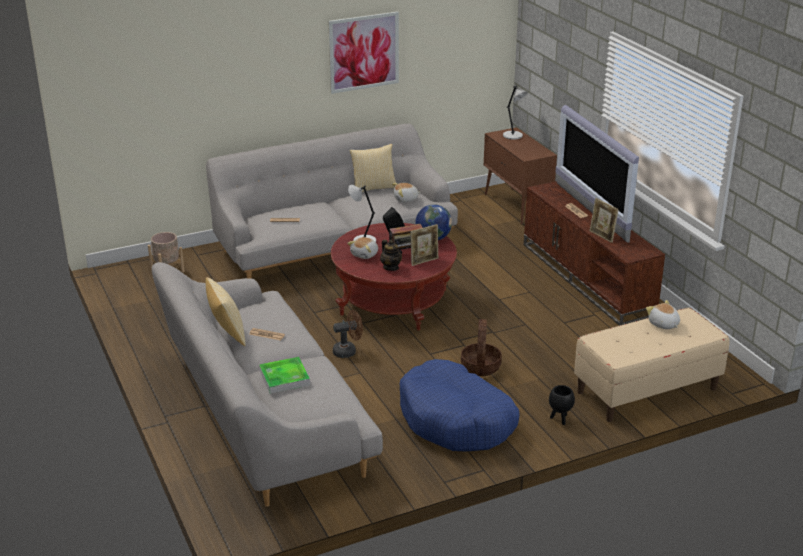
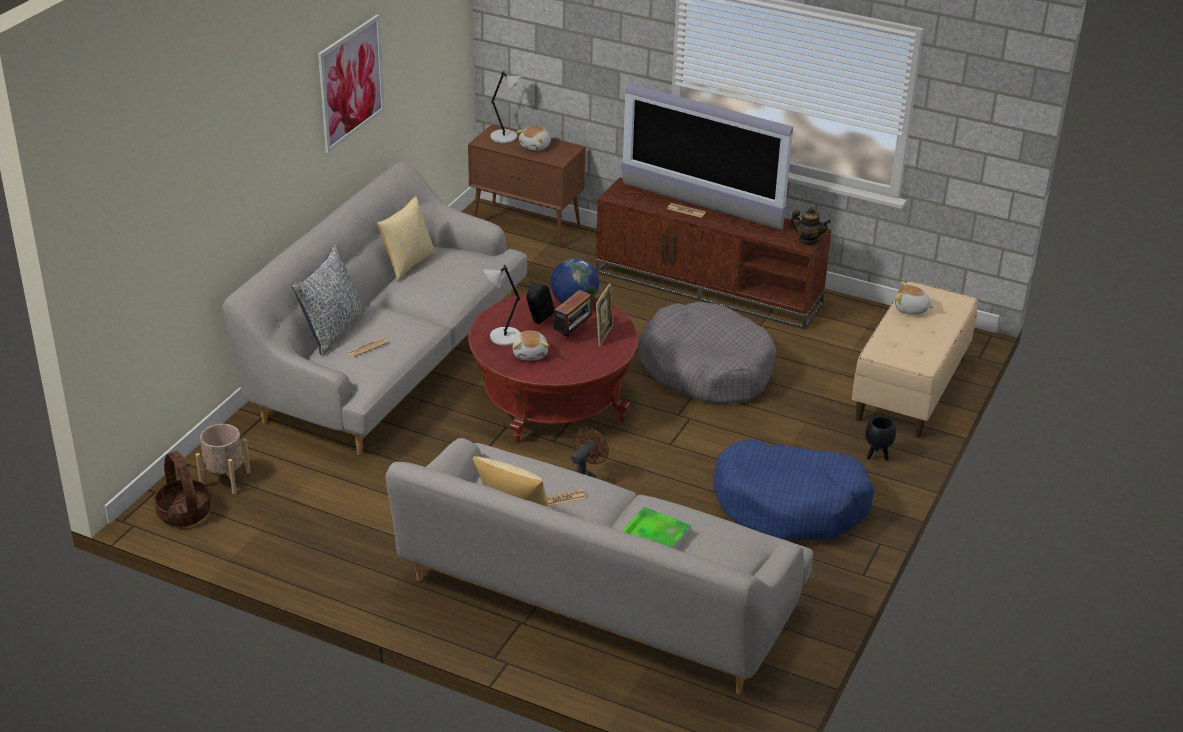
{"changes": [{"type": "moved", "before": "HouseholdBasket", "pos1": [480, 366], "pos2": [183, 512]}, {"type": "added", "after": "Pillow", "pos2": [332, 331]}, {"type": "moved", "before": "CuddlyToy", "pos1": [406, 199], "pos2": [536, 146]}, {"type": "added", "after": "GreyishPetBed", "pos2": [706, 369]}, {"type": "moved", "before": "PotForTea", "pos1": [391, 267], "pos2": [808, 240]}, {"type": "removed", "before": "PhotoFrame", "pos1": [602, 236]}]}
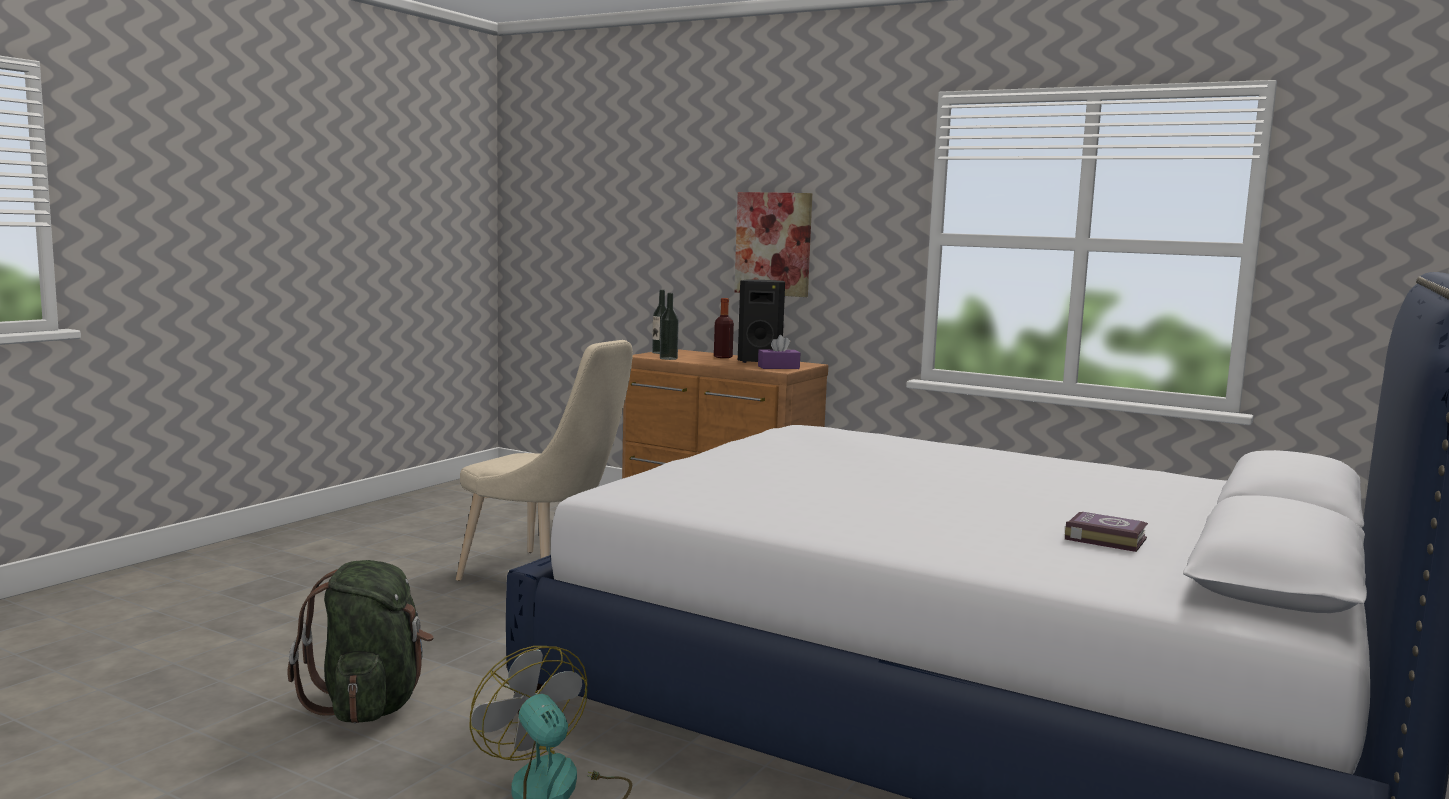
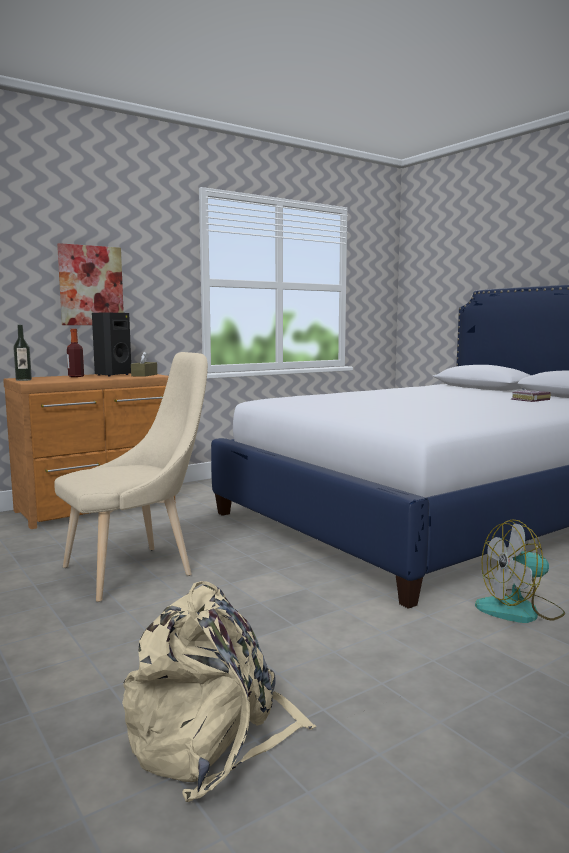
{"changes": [{"type": "added", "after": "BeigeColouredBackpack", "pos2": [213, 739]}, {"type": "recoloured", "before": "PurpleColouredTissueBox", "after": "BrownColouredTissueBox", "pos1": [778, 367], "pos2": [144, 375]}, {"type": "removed", "before": "GreenishBackpack", "pos1": [370, 705]}, {"type": "removed", "before": "DrinkBottle", "pos1": [668, 358]}]}
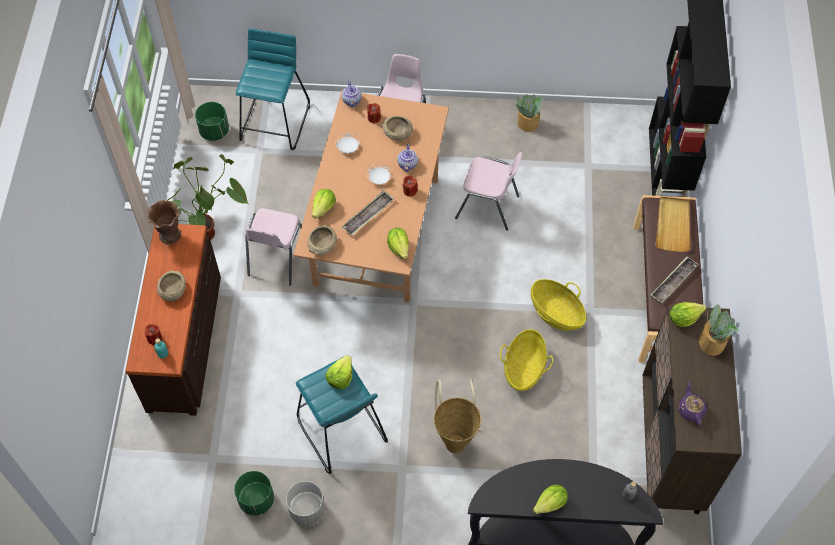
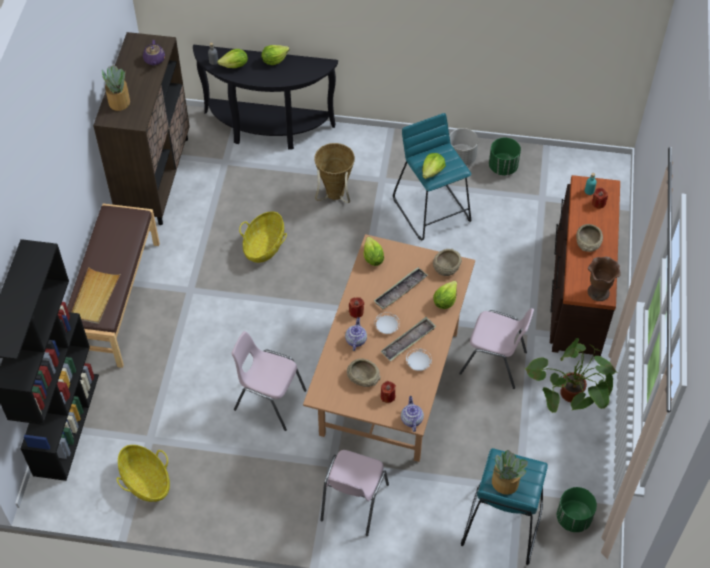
{"changes": [{"type": "moved", "before": "HouseholdBasket", "pos1": [556, 313], "pos2": [146, 481]}, {"type": "moved", "before": "LettuceHead", "pos1": [683, 318], "pos2": [235, 66]}, {"type": "moved", "before": "CarryingTray", "pos1": [673, 282], "pos2": [408, 341]}, {"type": "turned", "before": "PinkColouredUprightChair", "pos1": [276, 258], "pos2": [494, 363], "turn": 90}, {"type": "moved", "before": "PlantInAPot", "pos1": [527, 123], "pos2": [505, 483]}]}
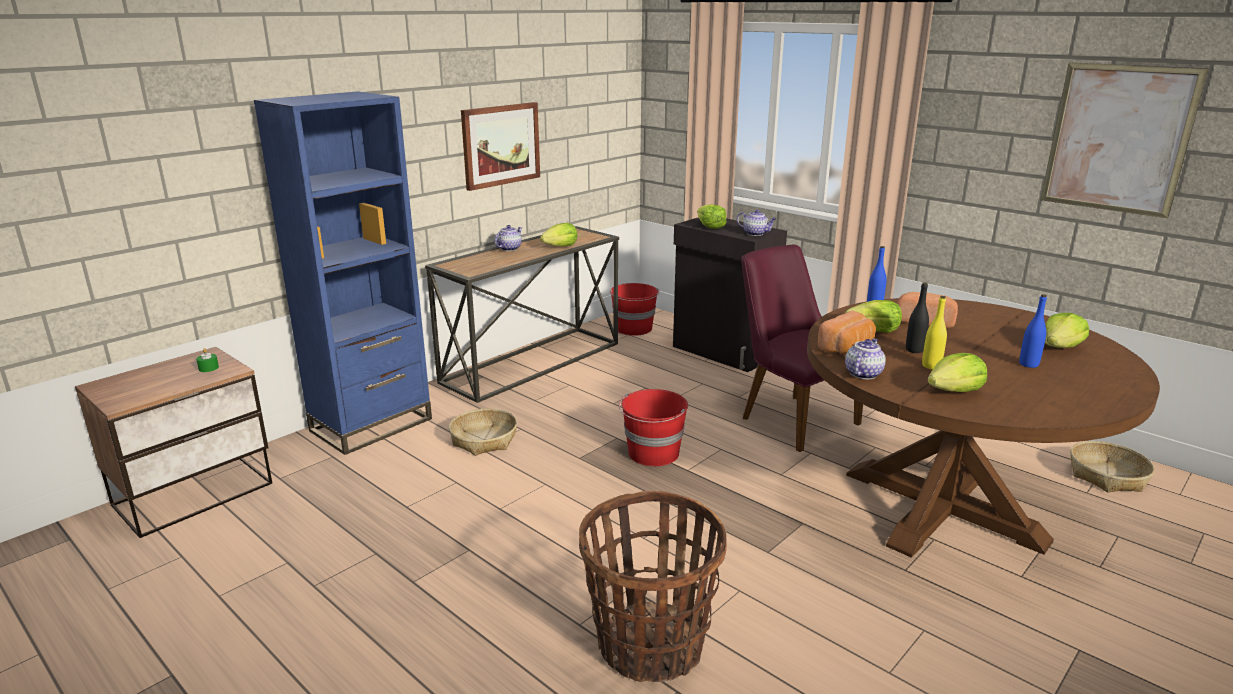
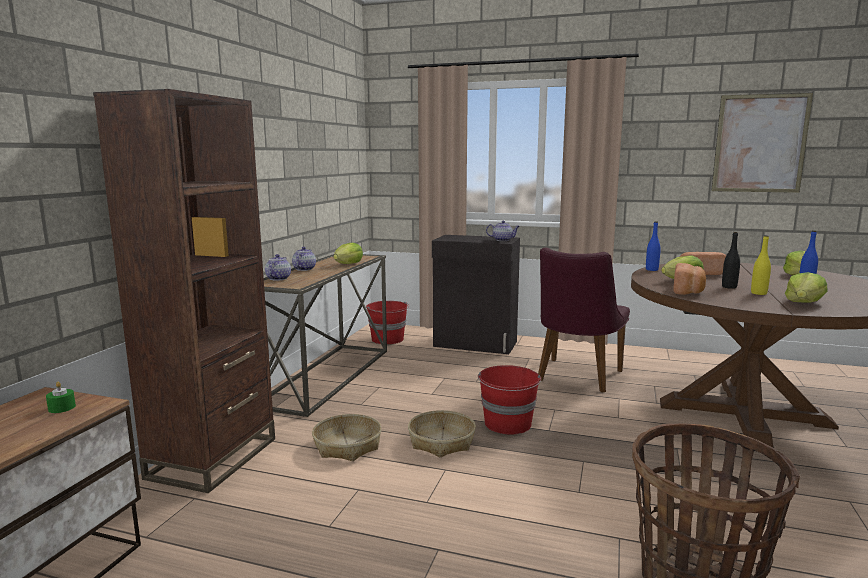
{"changes": [{"type": "recoloured", "before": "BlueBookshelf", "after": "BrownColouredBookshelf", "pos1": [371, 425], "pos2": [213, 458]}, {"type": "moved", "before": "PotForTea", "pos1": [863, 373], "pos2": [278, 278]}, {"type": "moved", "before": "HouseholdBasket", "pos1": [1107, 476], "pos2": [442, 442]}, {"type": "turned", "before": "PurpleColouredUprightChair", "pos1": [791, 417], "pos2": [575, 378], "turn": -90}, {"type": "removed", "before": "Picture", "pos1": [500, 145]}, {"type": "removed", "before": "LettuceHead", "pos1": [710, 226]}]}
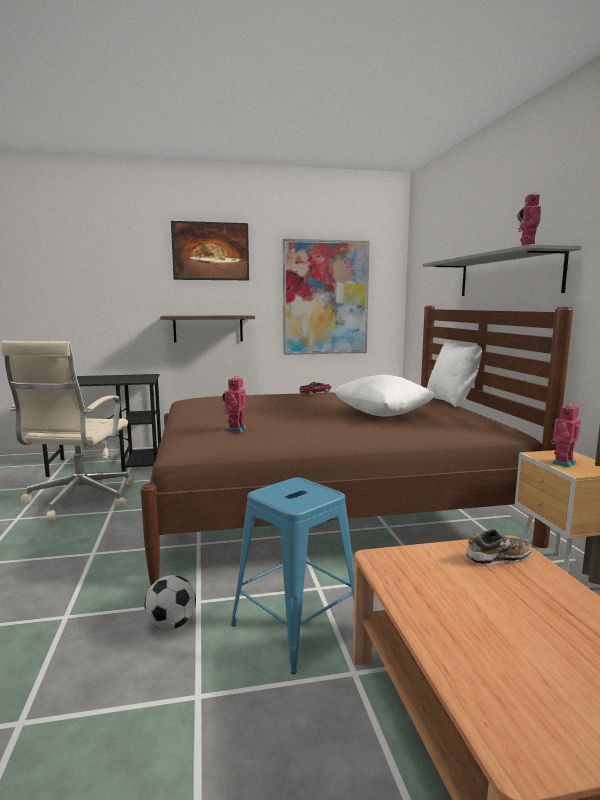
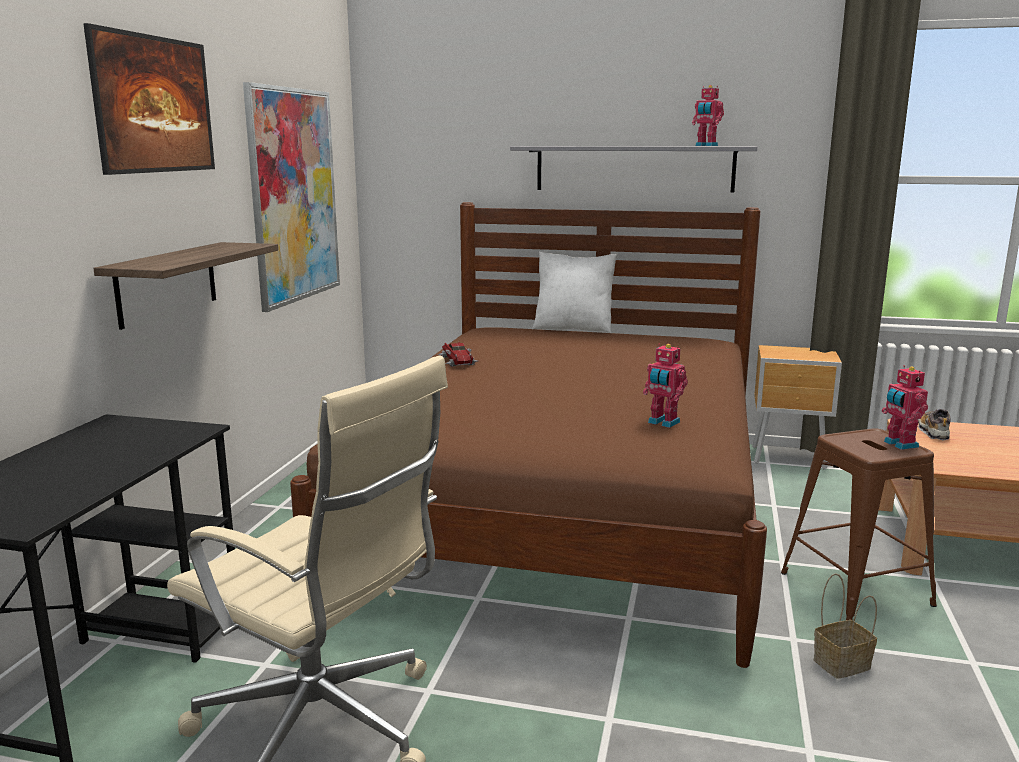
{"changes": [{"type": "recoloured", "before": "BlueStool", "after": "BrownColouredStool", "pos1": [296, 625], "pos2": [854, 589]}, {"type": "replaced", "before": "BallForFootball", "after": "HouseholdBasket", "pos1": [172, 624], "pos2": [842, 663]}, {"type": "moved", "before": "ToyRobot", "pos1": [562, 463], "pos2": [899, 444]}, {"type": "removed", "before": "WhitishPillow", "pos1": [383, 414]}]}
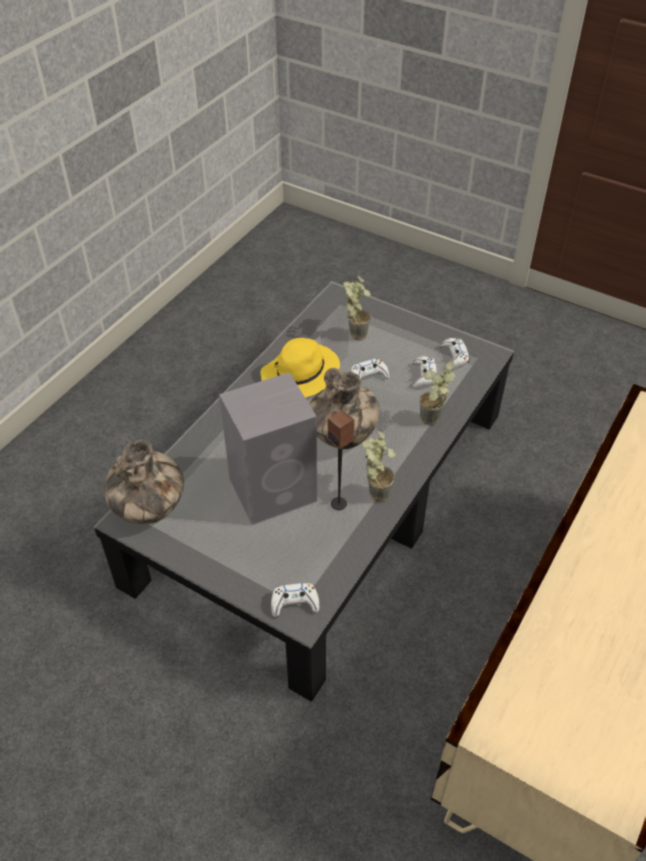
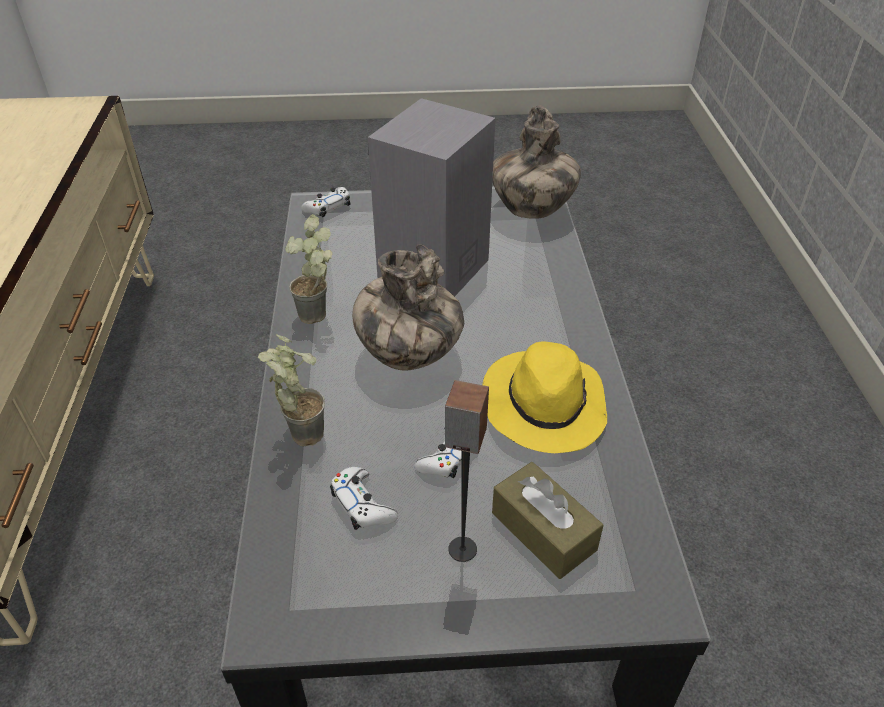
{"changes": [{"type": "moved", "before": "AudioSpeaker", "pos1": [339, 503], "pos2": [462, 550]}, {"type": "replaced", "before": "PlantInAPot", "after": "BrownColouredTissueBox", "pos1": [355, 332], "pos2": [543, 531]}, {"type": "removed", "before": "WhitishJoypad", "pos1": [454, 357]}]}
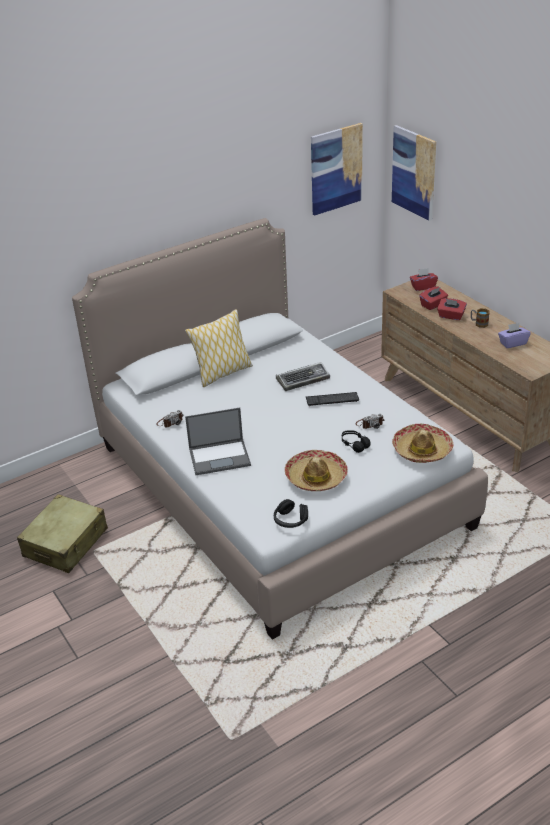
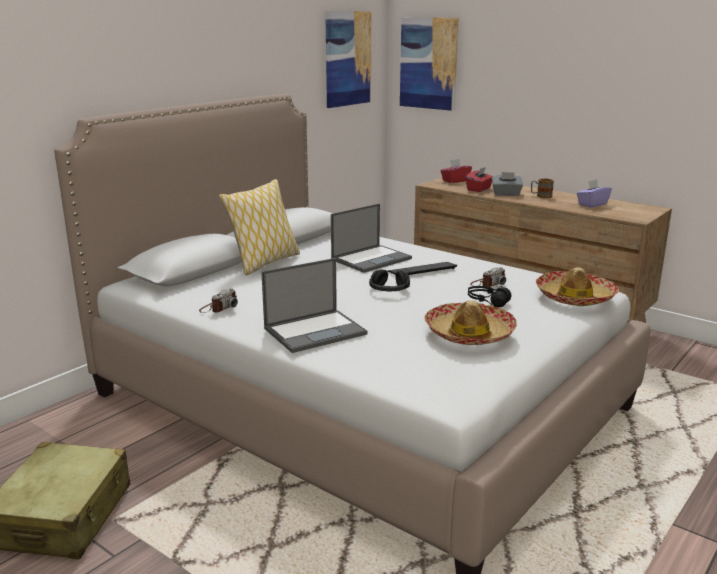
{"changes": [{"type": "replaced", "before": "ComputerKeyboard", "after": "NotebookComputer", "pos1": [303, 379], "pos2": [372, 259]}, {"type": "moved", "before": "BlackishHeadset", "pos1": [290, 520], "pos2": [389, 290]}, {"type": "recoloured", "before": "RedTissueBox", "after": "GreyishTissueBox", "pos1": [451, 316], "pos2": [506, 194]}]}
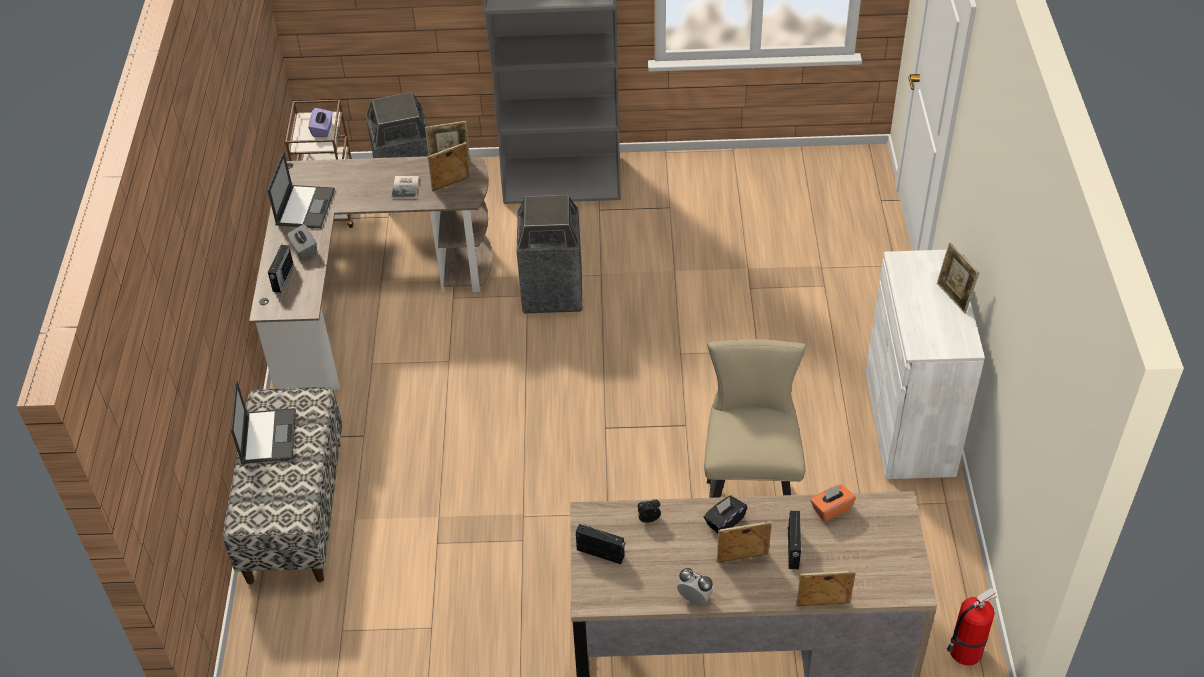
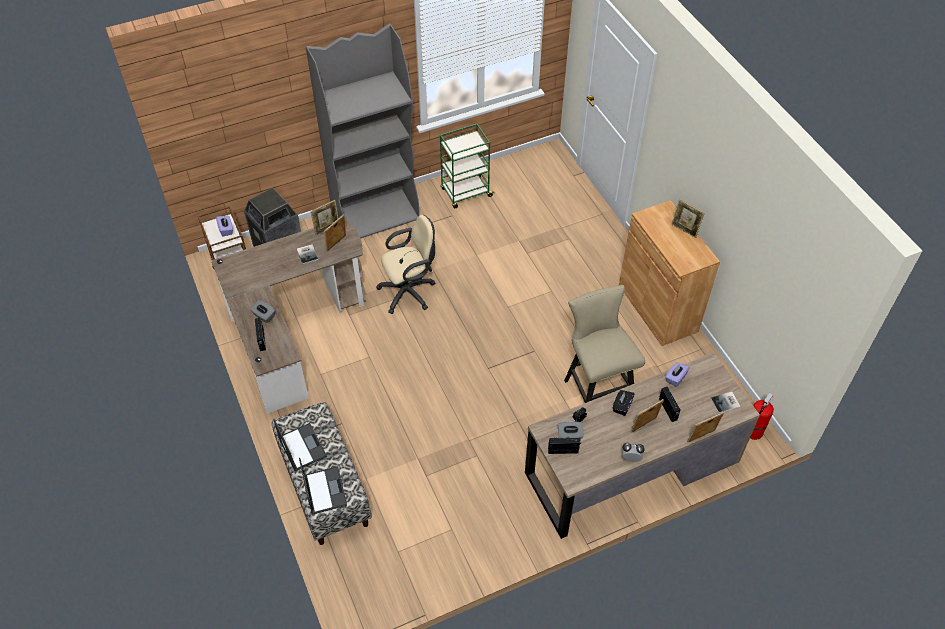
{"changes": [{"type": "moved", "before": "NotebookComputer", "pos1": [305, 206], "pos2": [324, 490]}, {"type": "replaced", "before": "TrashCan", "after": "BeigeColouredOfficeChair", "pos1": [552, 292], "pos2": [410, 292]}, {"type": "added", "after": "GreenishCart", "pos2": [465, 193]}, {"type": "added", "after": "GreyishTissueBox", "pos2": [569, 435]}, {"type": "recoloured", "before": "WhitishStorageCabinet", "after": "BrownColouredStorageCabinet", "pos1": [909, 423], "pos2": [657, 308]}, {"type": "recoloured", "before": "OrangeyTissueBox", "after": "PurpleColouredTissueBox", "pos1": [831, 509], "pos2": [675, 378]}, {"type": "added", "after": "Volume", "pos2": [726, 403]}]}
